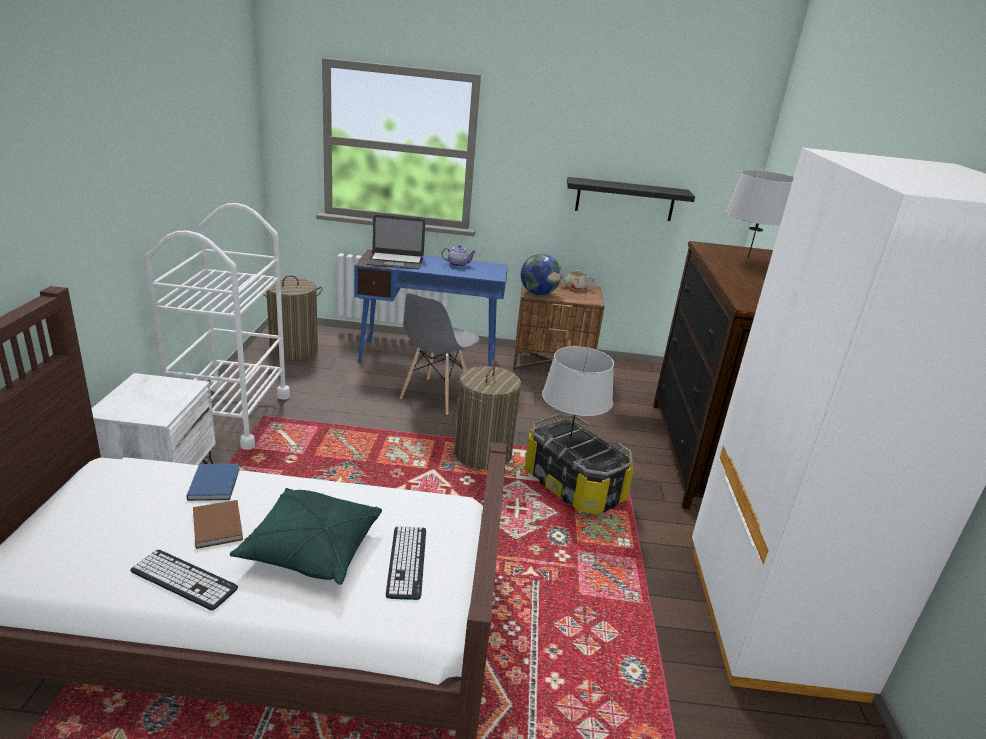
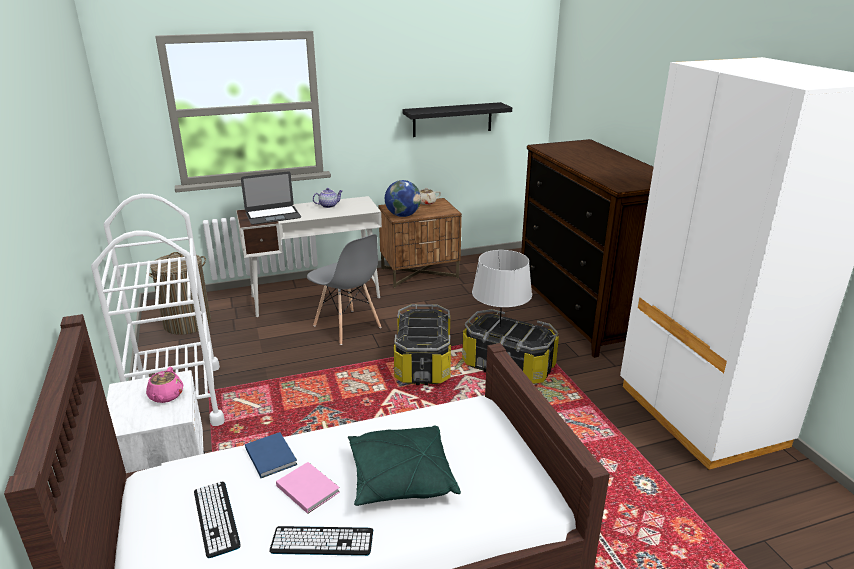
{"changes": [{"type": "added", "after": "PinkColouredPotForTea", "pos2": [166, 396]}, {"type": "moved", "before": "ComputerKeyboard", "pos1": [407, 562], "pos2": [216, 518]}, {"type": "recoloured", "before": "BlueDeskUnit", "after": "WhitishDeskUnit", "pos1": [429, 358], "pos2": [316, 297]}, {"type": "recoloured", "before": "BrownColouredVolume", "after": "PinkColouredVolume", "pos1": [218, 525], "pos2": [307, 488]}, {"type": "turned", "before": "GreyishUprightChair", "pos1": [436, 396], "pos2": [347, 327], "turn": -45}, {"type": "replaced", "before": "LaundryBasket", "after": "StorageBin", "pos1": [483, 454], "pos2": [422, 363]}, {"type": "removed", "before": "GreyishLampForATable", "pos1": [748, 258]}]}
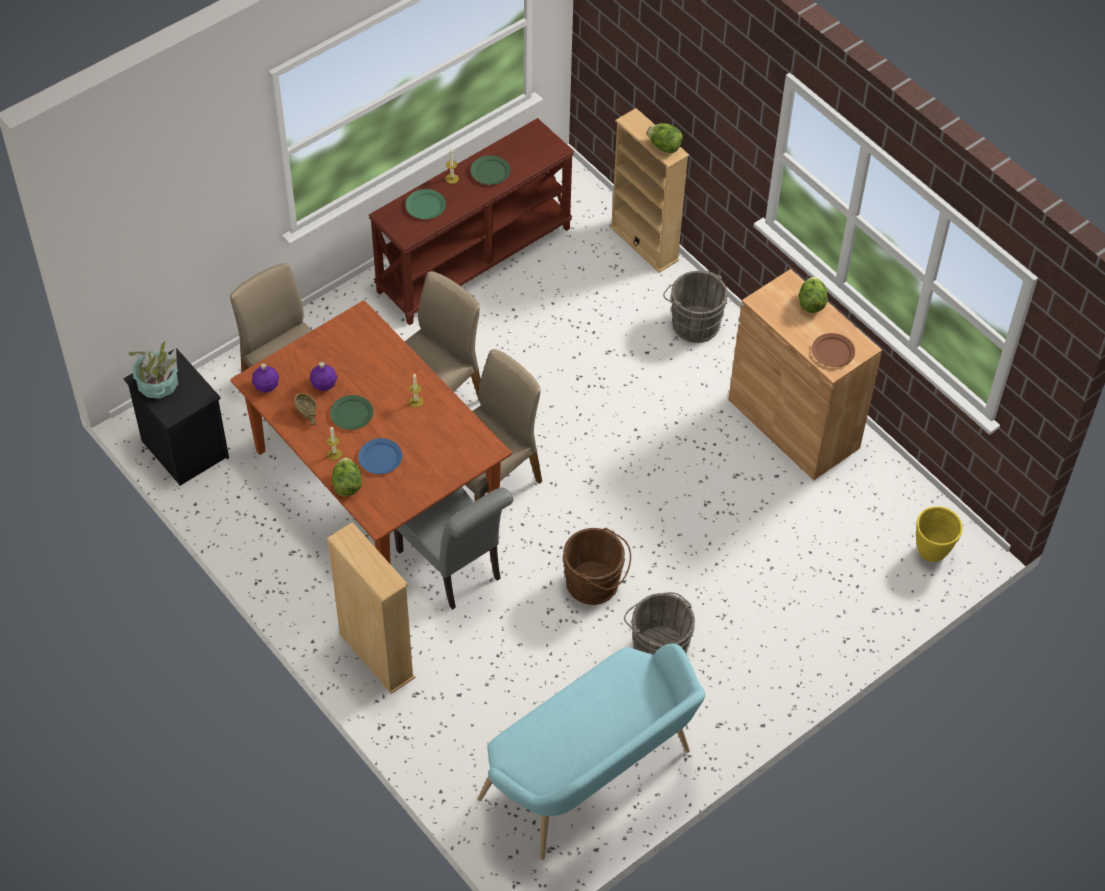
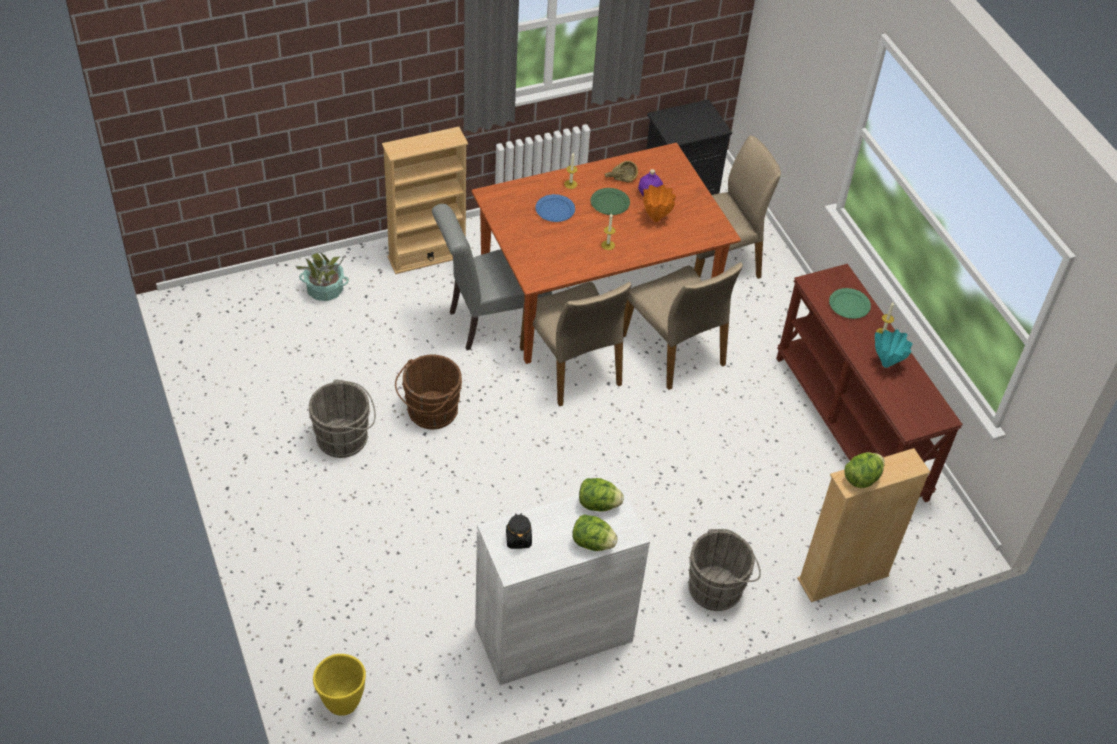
{"changes": [{"type": "moved", "before": "PlantInAPot", "pos1": [158, 384], "pos2": [325, 290]}, {"type": "recoloured", "before": "BrownColouredStorageCabinet", "after": "WhitishStorageCabinet", "pos1": [793, 424], "pos2": [553, 633]}, {"type": "replaced", "before": "BrownColouredDinnerPlate", "after": "BlackishPreserveJar", "pos1": [833, 351], "pos2": [518, 539]}, {"type": "moved", "before": "LettuceHead", "pos1": [347, 485], "pos2": [598, 504]}, {"type": "added", "after": "OrangeyDecorativeVase", "pos2": [656, 219]}, {"type": "replaced", "before": "GreenishDinnerPlate", "after": "TurquoiseColouredDecorativeVase", "pos1": [490, 172], "pos2": [886, 365]}, {"type": "removed", "before": "PurpleColouredDrinkBottle", "pos1": [266, 386]}, {"type": "removed", "before": "TurquoiseColouredIndoorBench", "pos1": [593, 780]}]}
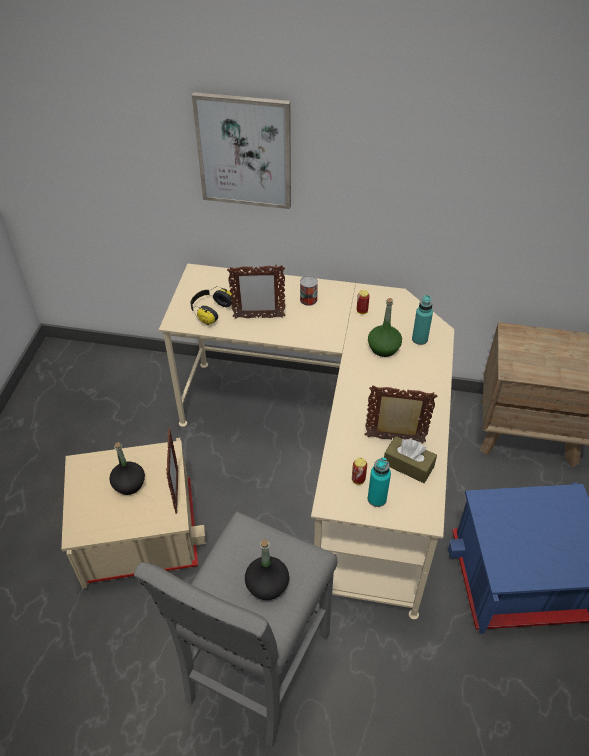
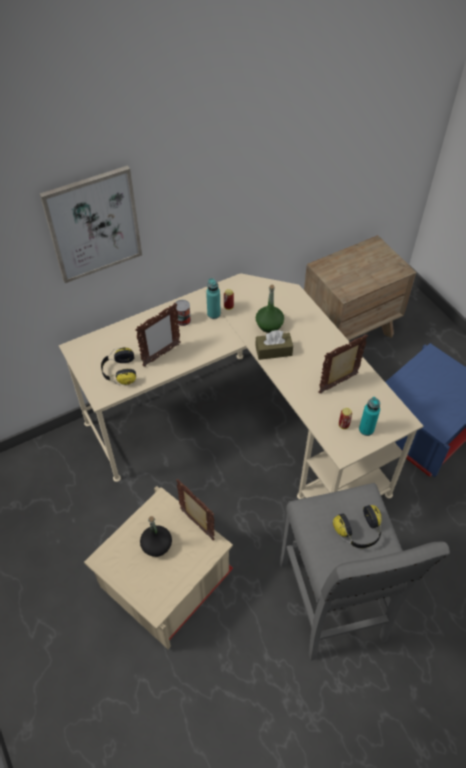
{"changes": [{"type": "moved", "before": "TurquoiseColouredDrinkBottle", "pos1": [419, 339], "pos2": [213, 314]}, {"type": "moved", "before": "BrownColouredTissueBox", "pos1": [408, 465], "pos2": [273, 351]}, {"type": "replaced", "before": "BlackishDrinkBottle", "after": "Headset", "pos1": [267, 585], "pos2": [359, 532]}]}
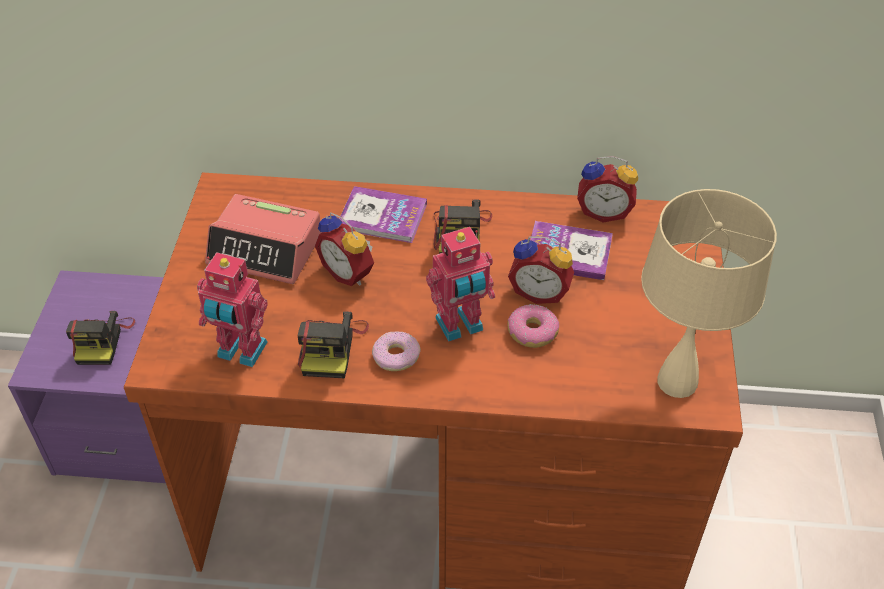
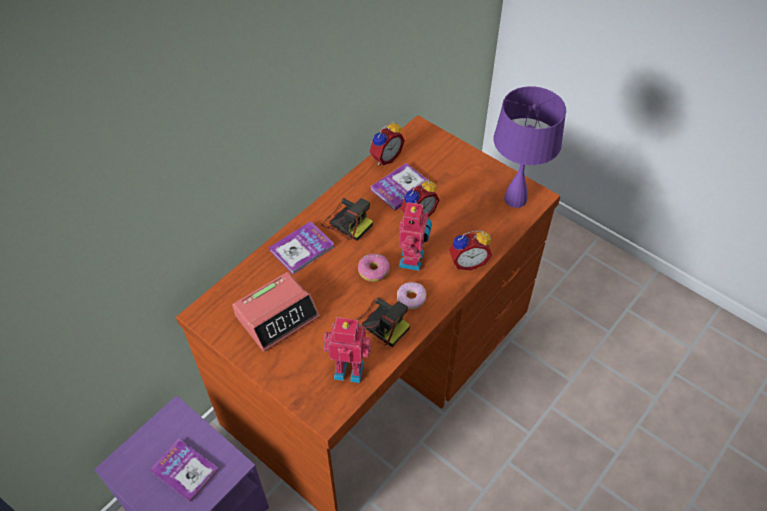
{"changes": [{"type": "replaced", "before": "PhotoCamera", "after": "Volume", "pos1": [102, 340], "pos2": [184, 470]}, {"type": "turned", "before": "ToyRobot", "pos1": [241, 352], "pos2": [349, 368], "turn": -135}, {"type": "moved", "before": "Donut", "pos1": [532, 332], "pos2": [373, 271]}, {"type": "moved", "before": "TableClock", "pos1": [349, 272], "pos2": [467, 261]}, {"type": "recoloured", "before": "BeigeColouredLampForATable", "after": "PurpleColouredLampForATable", "pos1": [677, 382], "pos2": [516, 199]}]}
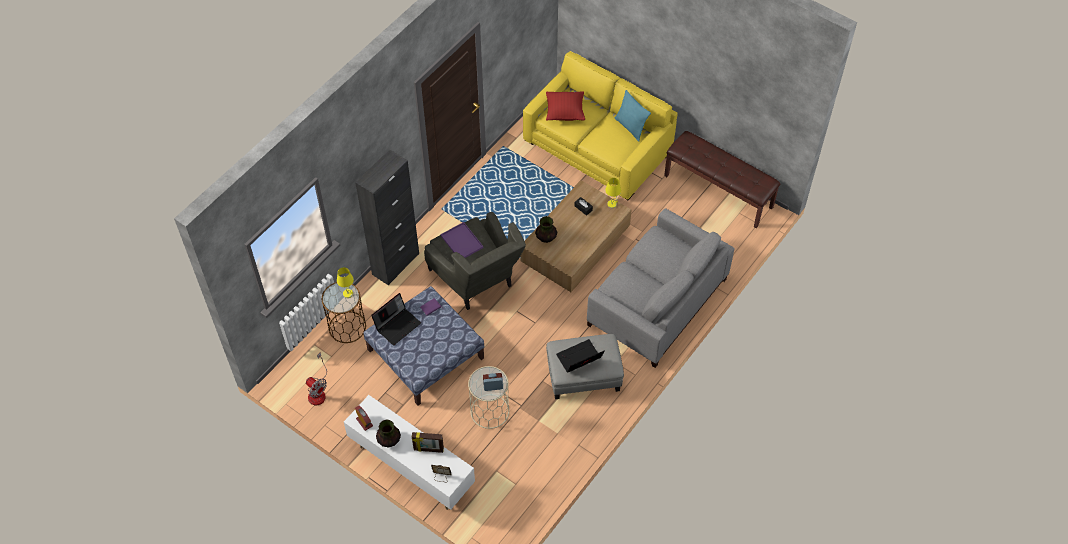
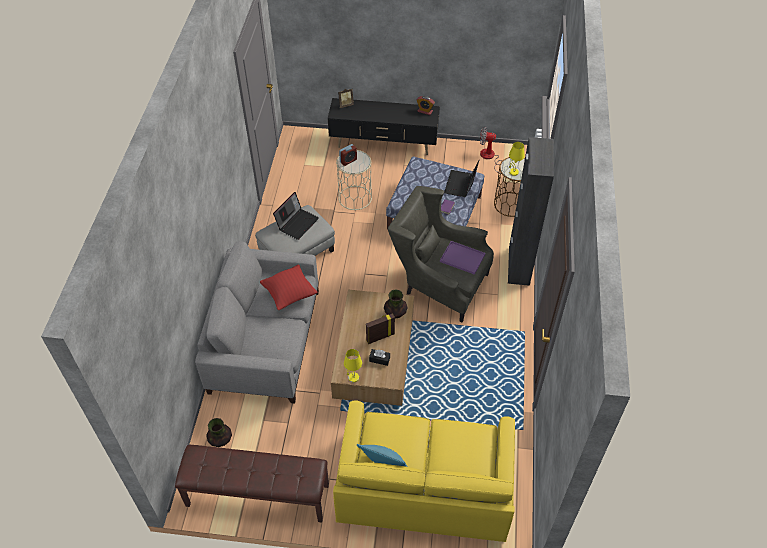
{"changes": [{"type": "moved", "before": "DecorativeVase", "pos1": [389, 440], "pos2": [220, 440]}, {"type": "moved", "before": "RedPillow", "pos1": [565, 113], "pos2": [289, 294]}, {"type": "recoloured", "before": "WhitishTvStand", "after": "BlackishTvStand", "pos1": [412, 467], "pos2": [384, 144]}, {"type": "moved", "before": "PhotoFrame", "pos1": [428, 449], "pos2": [380, 337]}]}
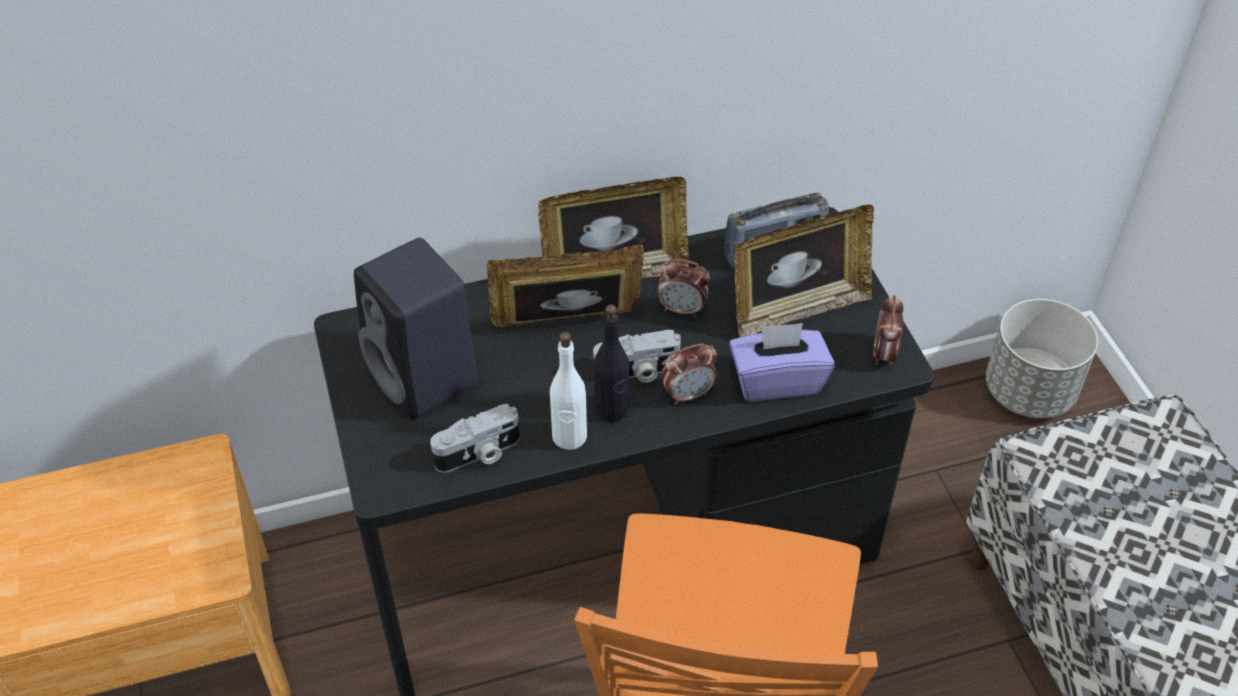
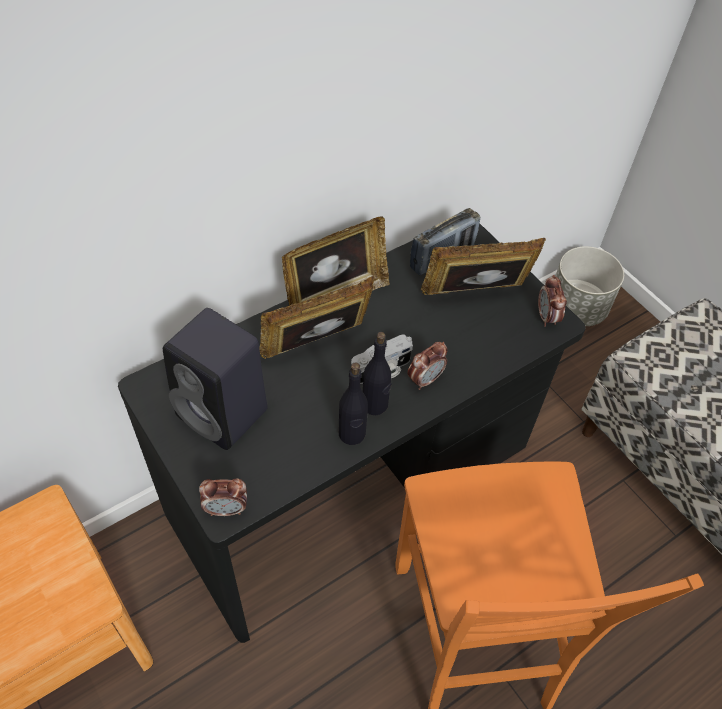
{"changes": [{"type": "moved", "before": "TableClock", "pos1": [682, 309], "pos2": [226, 509]}, {"type": "recoloured", "before": "WhitishDrinkBottle", "after": "BlackishDrinkBottle", "pos1": [569, 437], "pos2": [352, 434]}, {"type": "turned", "before": "PhotoFrame", "pos1": [797, 308], "pos2": [475, 296], "turn": -150}, {"type": "removed", "before": "PhotoCamera", "pos1": [479, 454]}, {"type": "removed", "before": "PurpleColouredTissueBox", "pos1": [777, 380]}]}
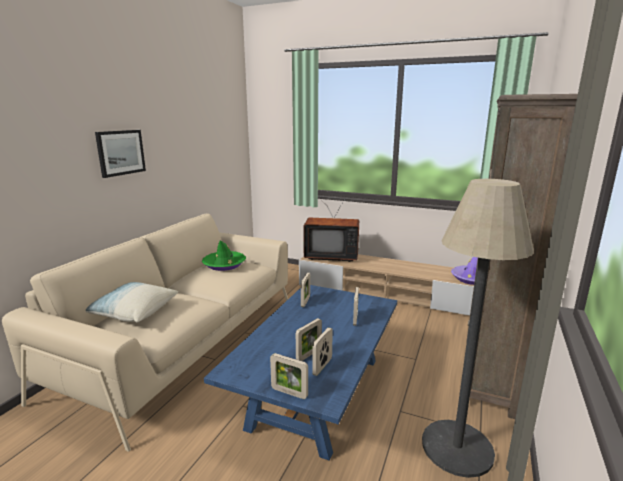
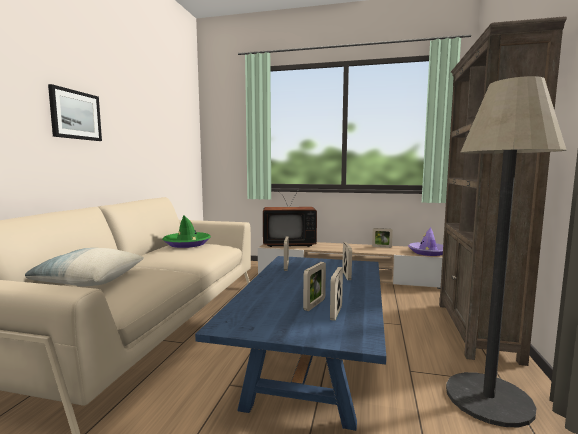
{"changes": [{"type": "moved", "before": "PhotoFrame", "pos1": [289, 392], "pos2": [381, 247]}]}
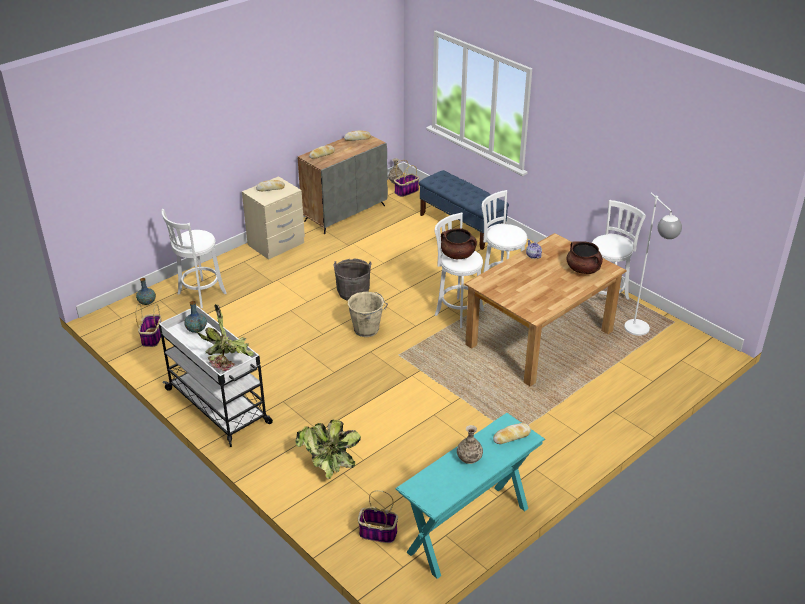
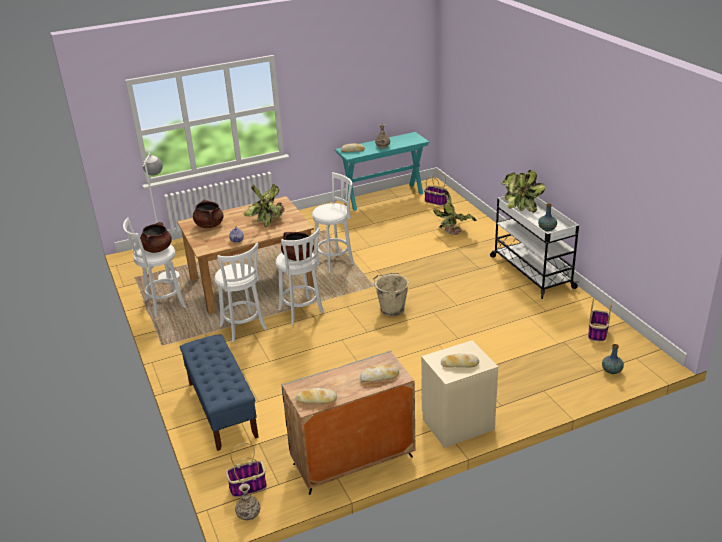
{"changes": [{"type": "added", "after": "BrownColouredCookingPot", "pos2": [157, 249]}, {"type": "added", "after": "PlantInAPot", "pos2": [268, 218]}, {"type": "moved", "before": "WhitishStool", "pos1": [199, 295], "pos2": [336, 261]}, {"type": "removed", "before": "GreyishBucket", "pos1": [353, 292]}]}
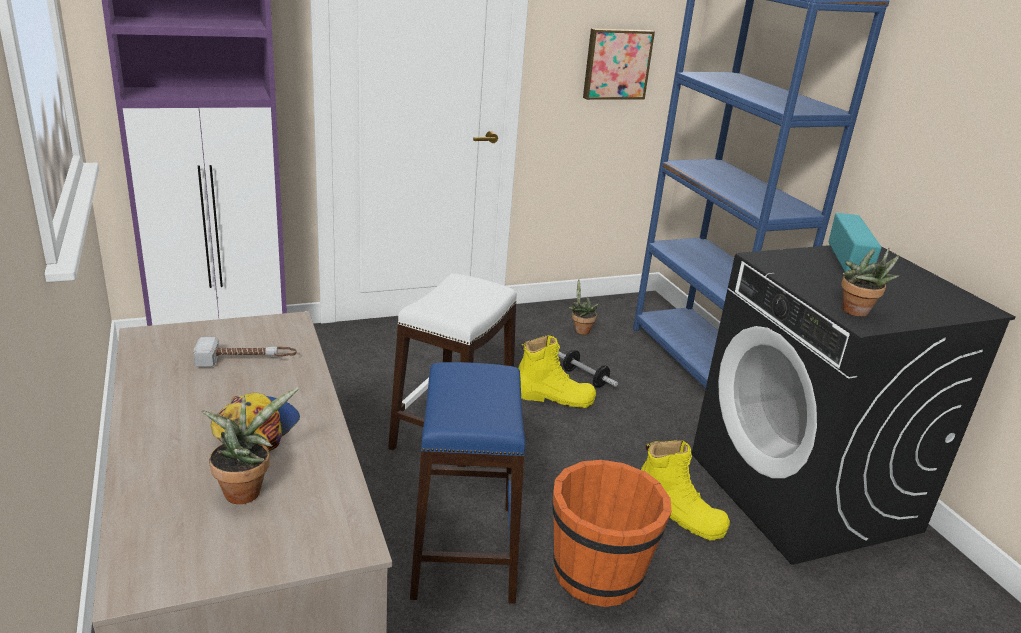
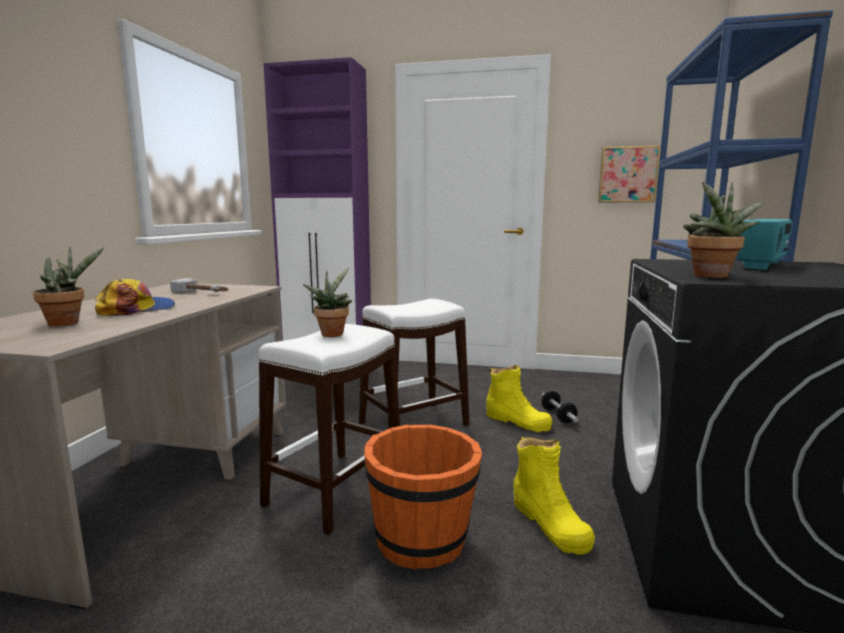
{"changes": [{"type": "recoloured", "before": "BlueStool", "after": "WhitishStool", "pos1": [465, 549], "pos2": [336, 489]}, {"type": "moved", "before": "PlantInAPot", "pos1": [580, 330], "pos2": [332, 333]}]}
